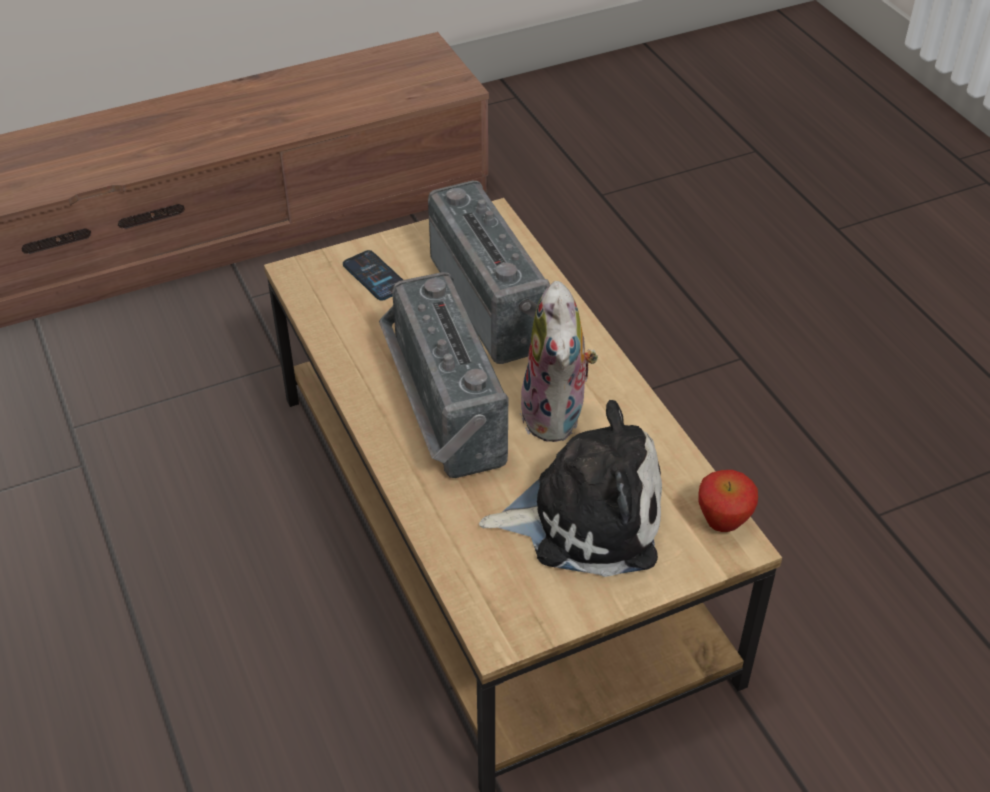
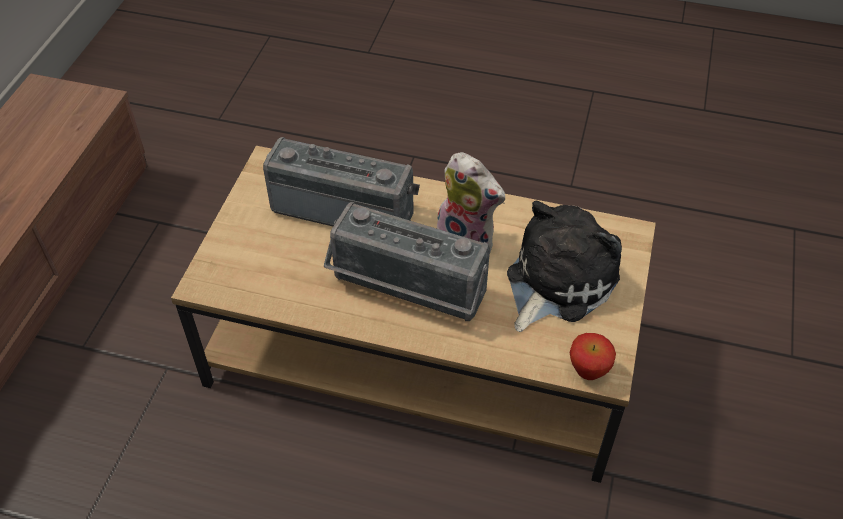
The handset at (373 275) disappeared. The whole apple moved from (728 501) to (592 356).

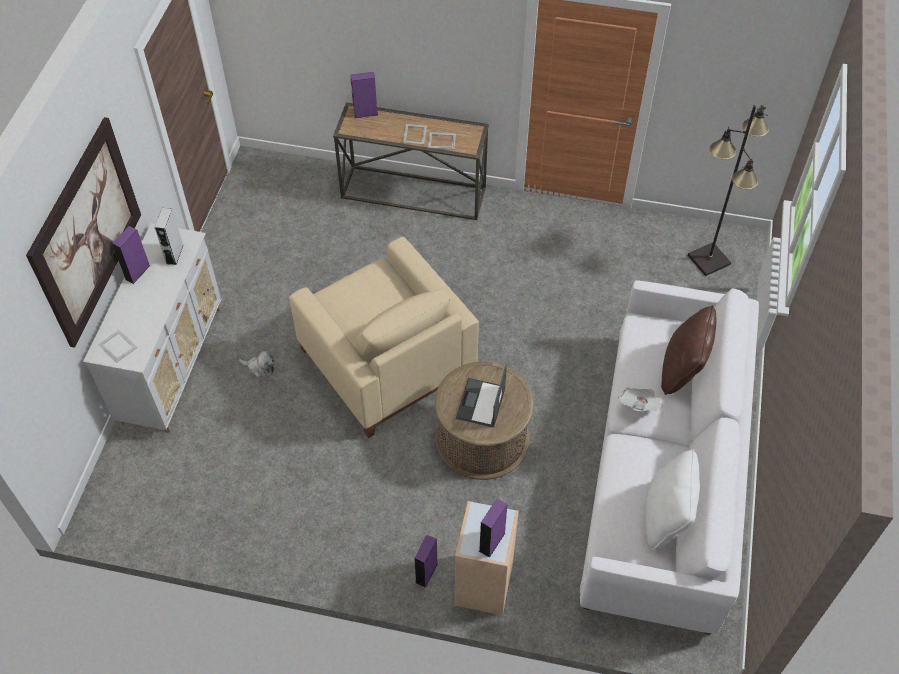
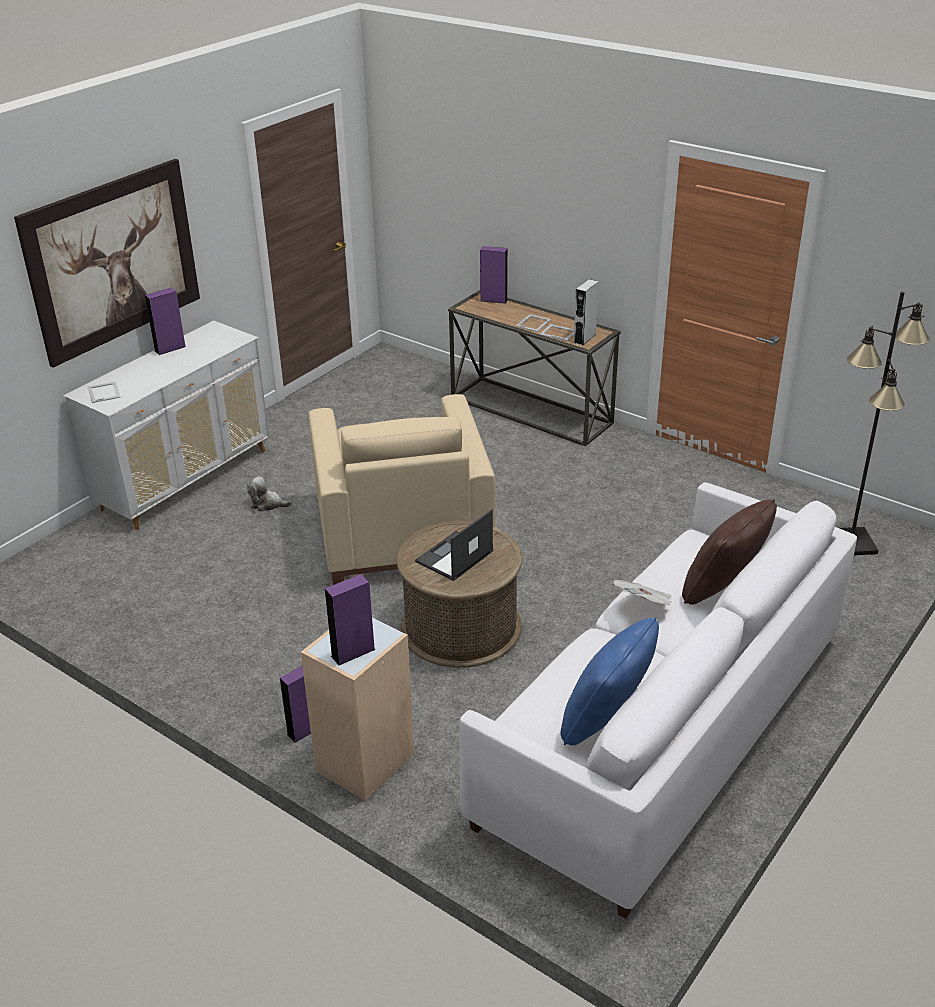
The grey speaker moved from (169 236) to (586 312). The plush toy at (257 364) turned 150 degrees clockwise. The whitish throw pillow at (672 499) became the blue-coloured throw pillow at (610 681).

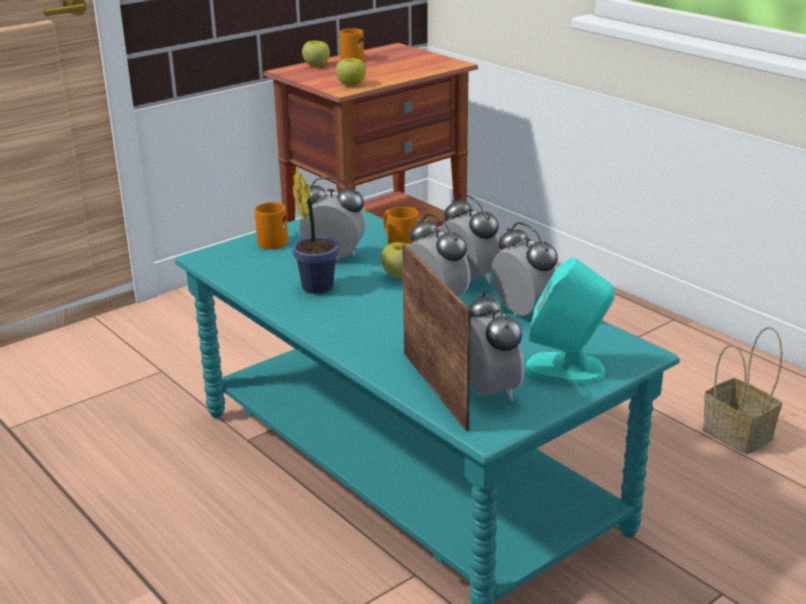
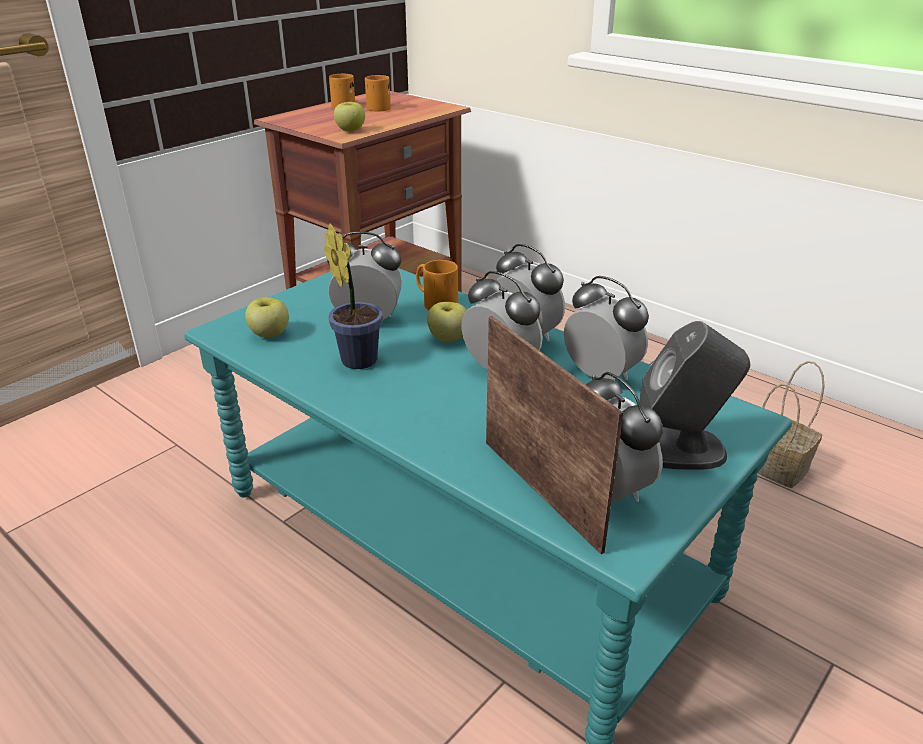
The whole apple moved from (316 54) to (267 317). The orange-coloured coffee mug moved from (271 225) to (378 93). The blue-green speaker at (570 321) became the grey speaker at (694 395).

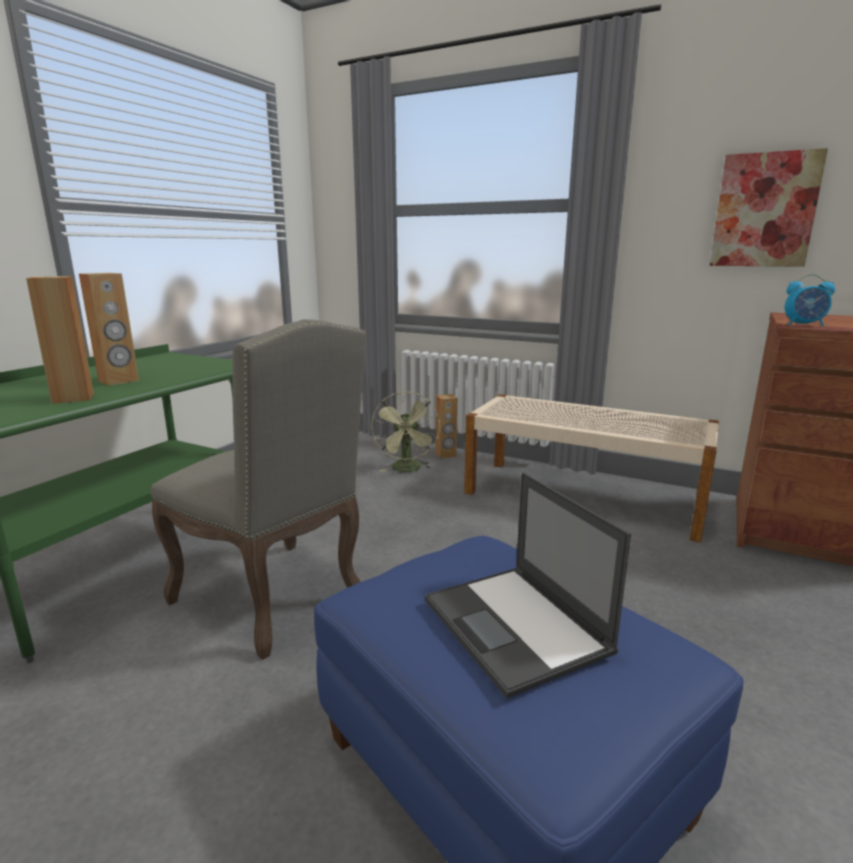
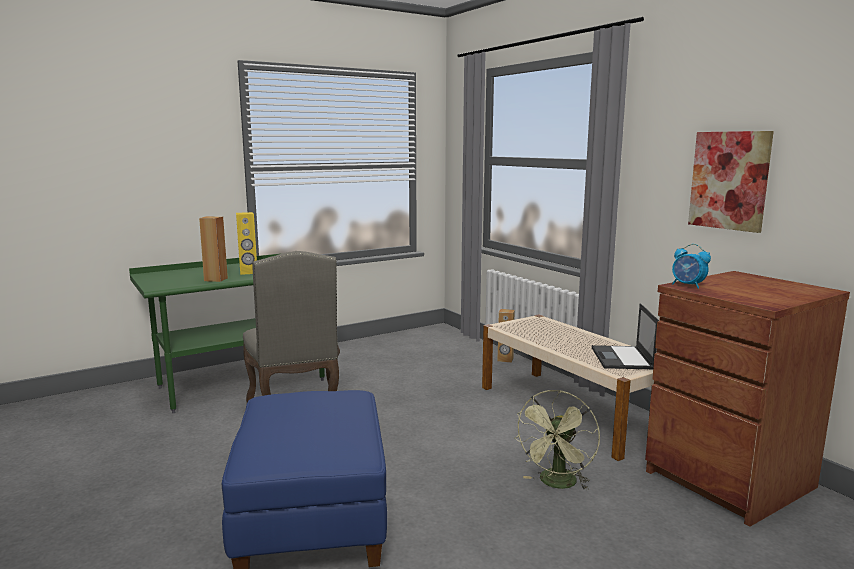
The brown-coloured speaker at (109 329) became the yellow-coloured speaker at (246 243). The green-coloured electric fan moved from (405 431) to (557 440). The laptop moved from (528 585) to (625 336).

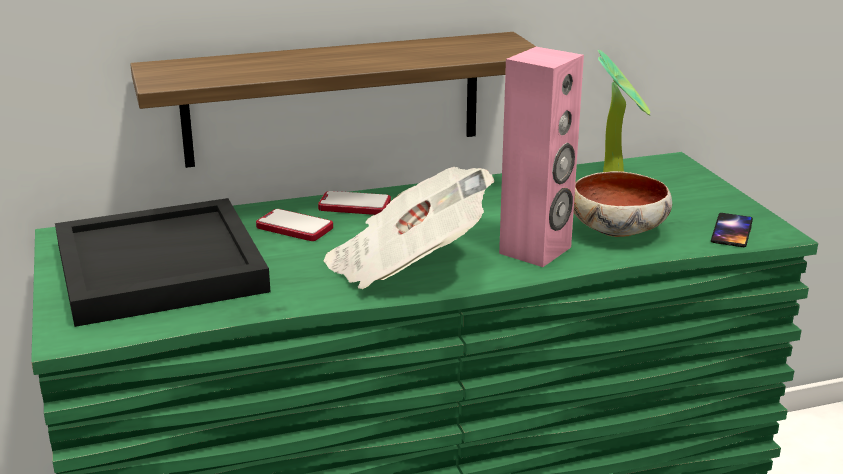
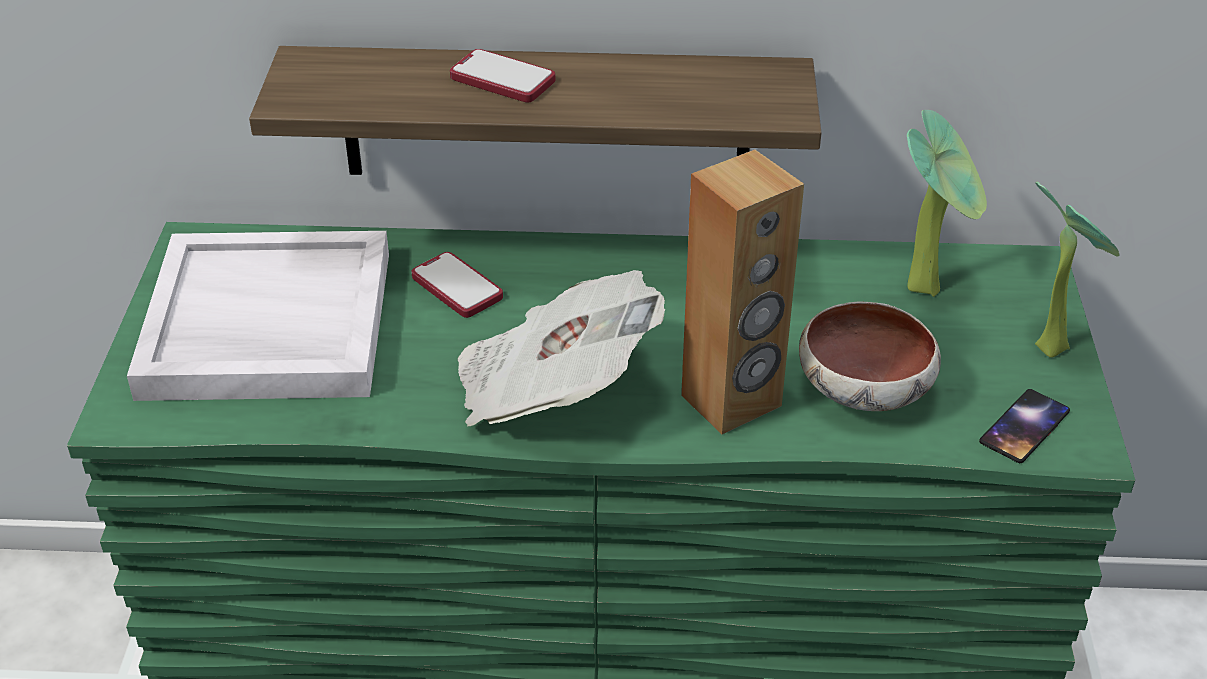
The pinkish speaker at (541 157) became the brown-coloured speaker at (742 291). The handset moved from (354 203) to (502 76). The black carrying tray at (162 262) became the whitish carrying tray at (258 316). The potted plant at (1077 269) appeared.

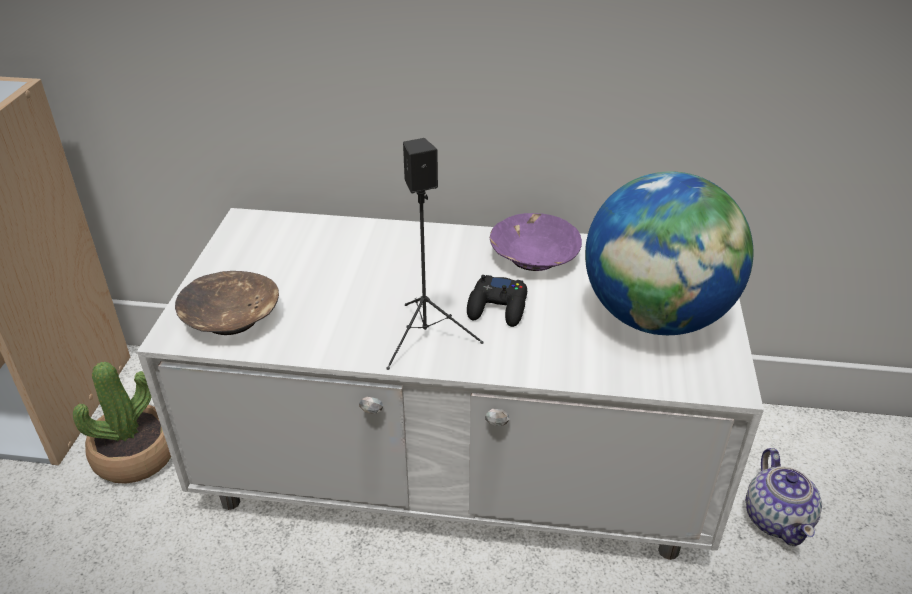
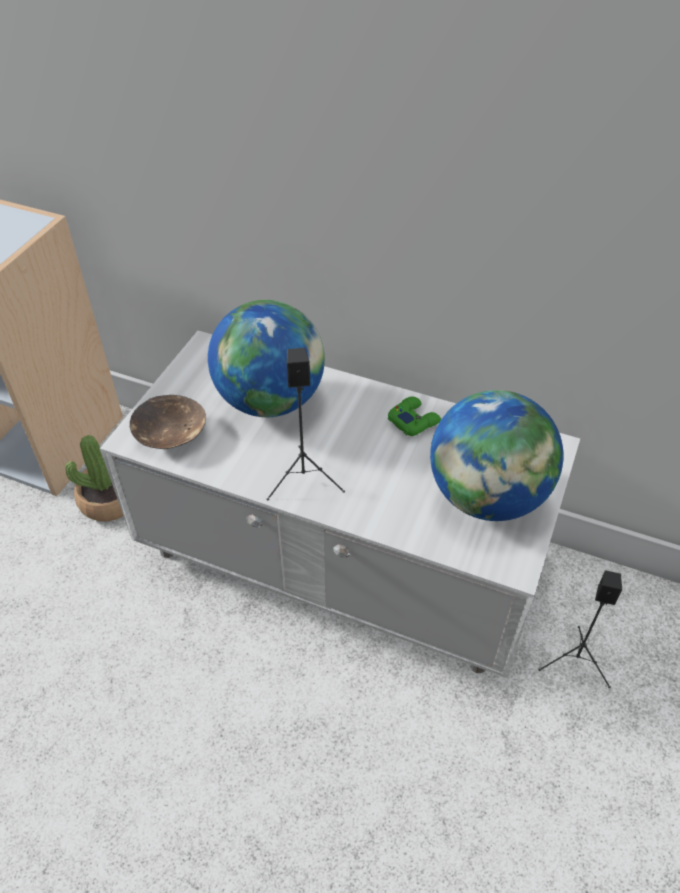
The purple deep dish at (536 242) was replaced by the green-coloured game controller at (414 416). The black game controller at (497 301) disappeared. The teapot at (784 497) was replaced by the black speaker at (580 629). The desk globe at (266 358) appeared.

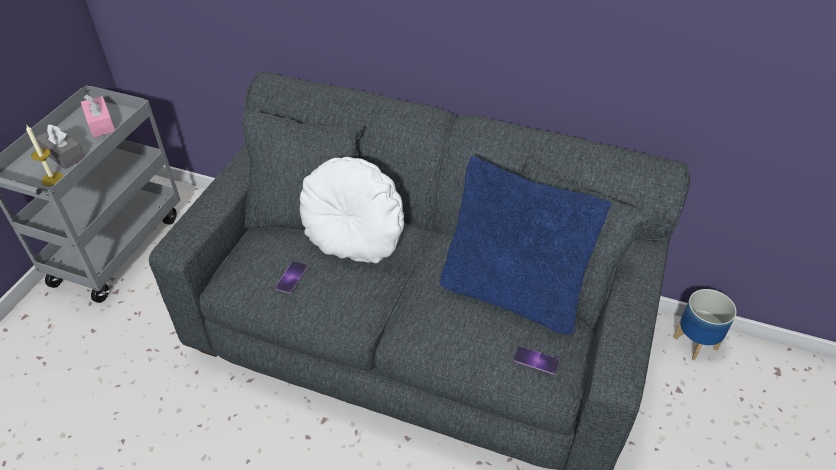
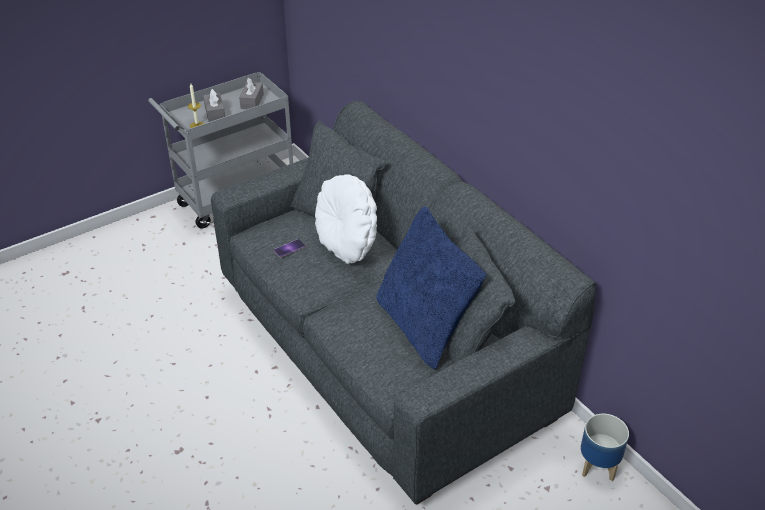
The pinkish tissue box at (98 116) became the grey tissue box at (251 93). The handset at (536 360) disappeared.

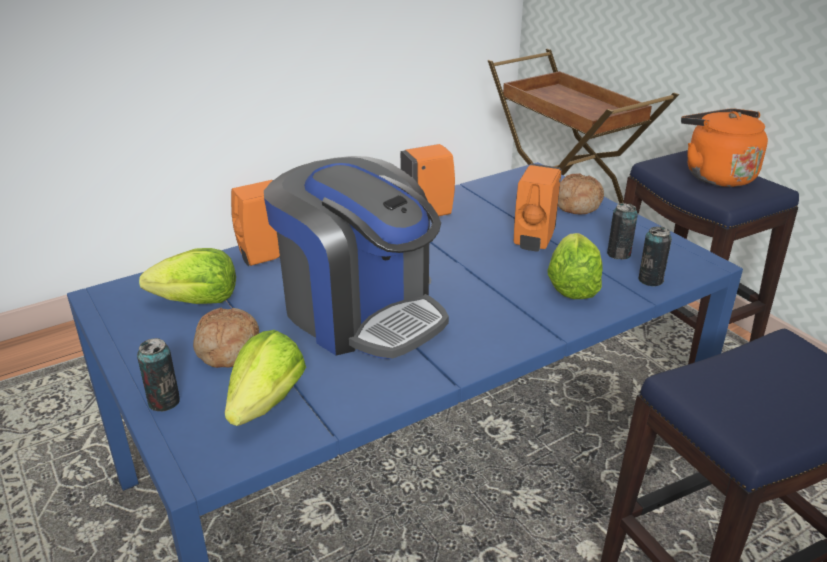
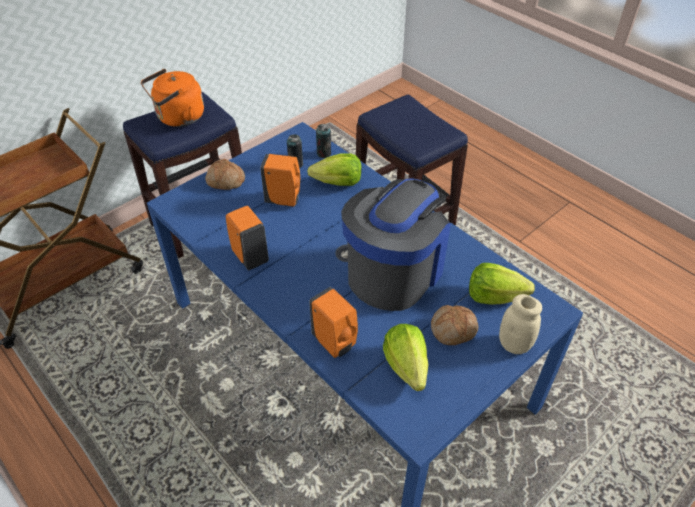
The sealed can at (158 374) was replaced by the beige-coloured storage jar at (520 324).

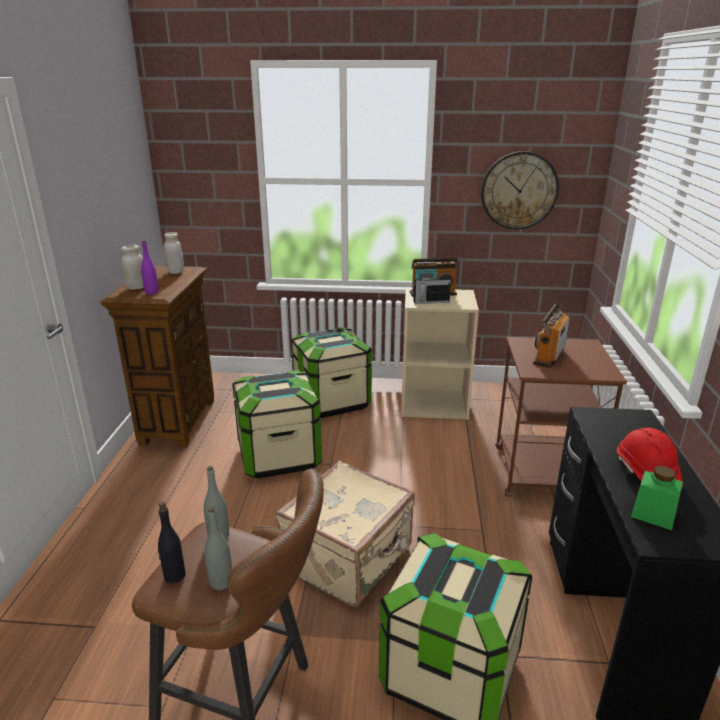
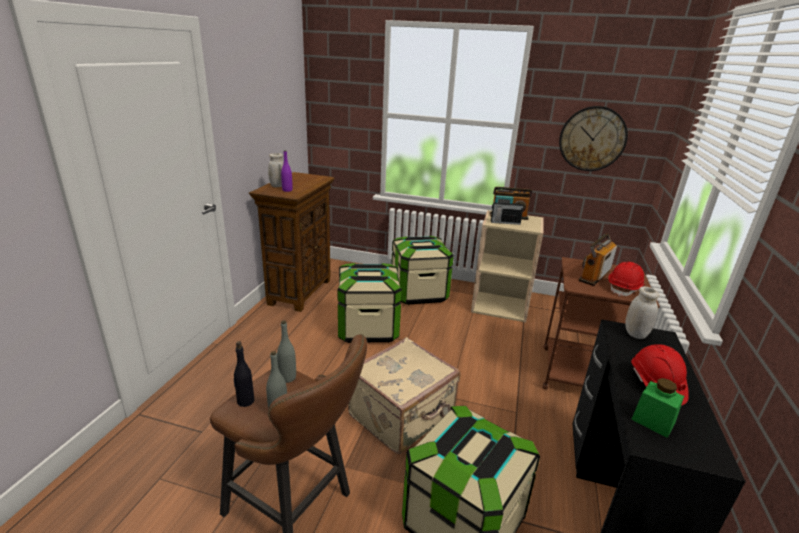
The whitish storage jar moved from (173 253) to (642 313). The reddish safety helmet at (626 279) appeared.

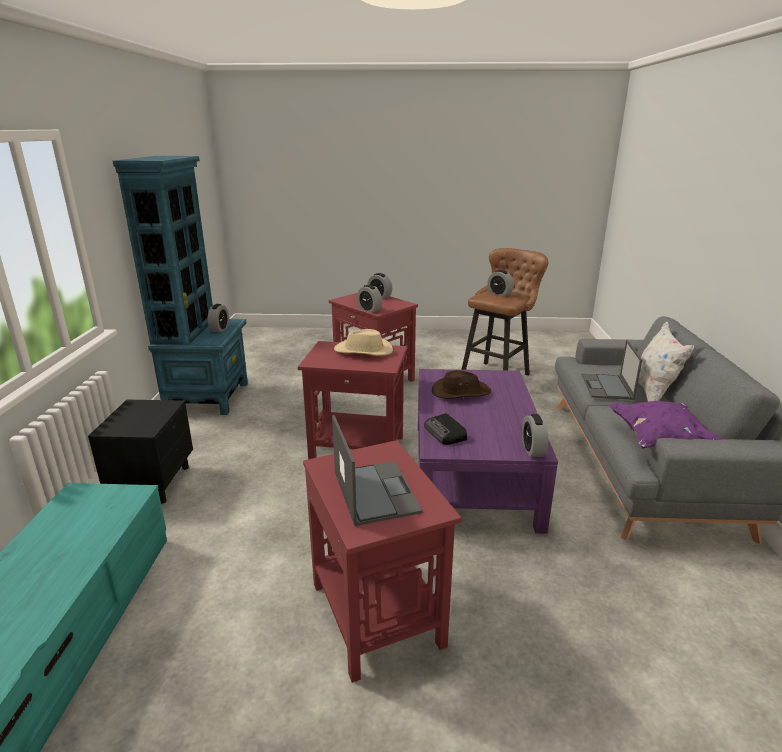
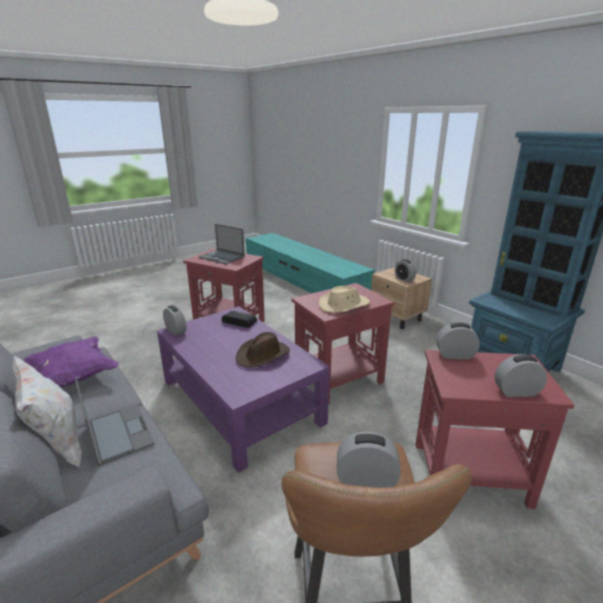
The alarm clock moved from (218 318) to (405 270). The black nightstand at (140 452) became the beige-coloured nightstand at (401 298).

